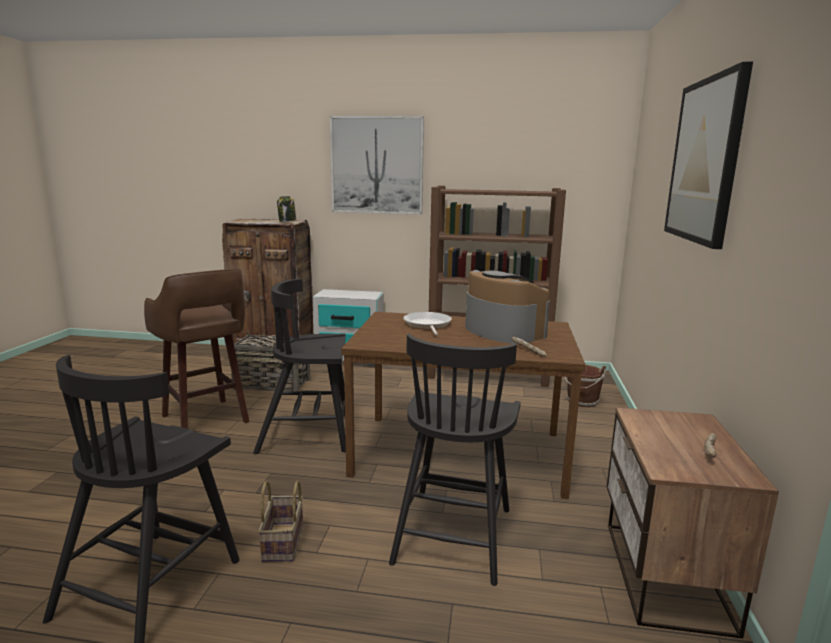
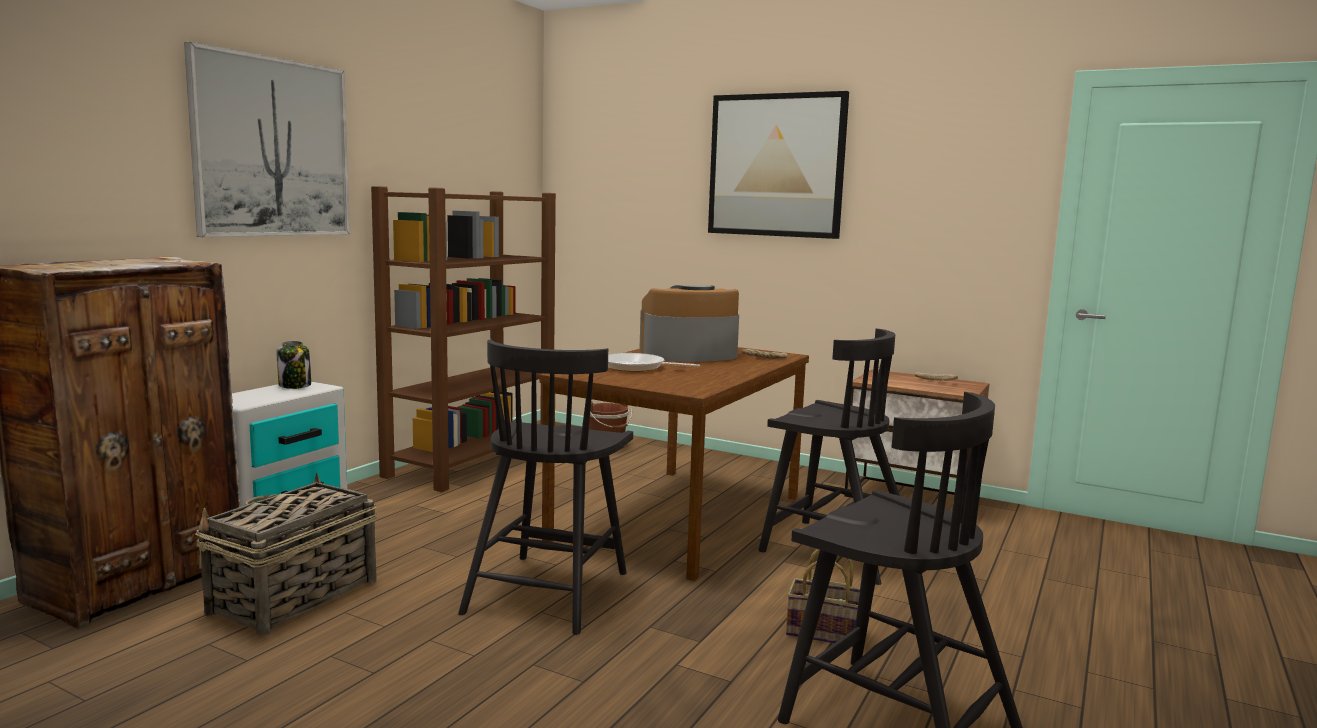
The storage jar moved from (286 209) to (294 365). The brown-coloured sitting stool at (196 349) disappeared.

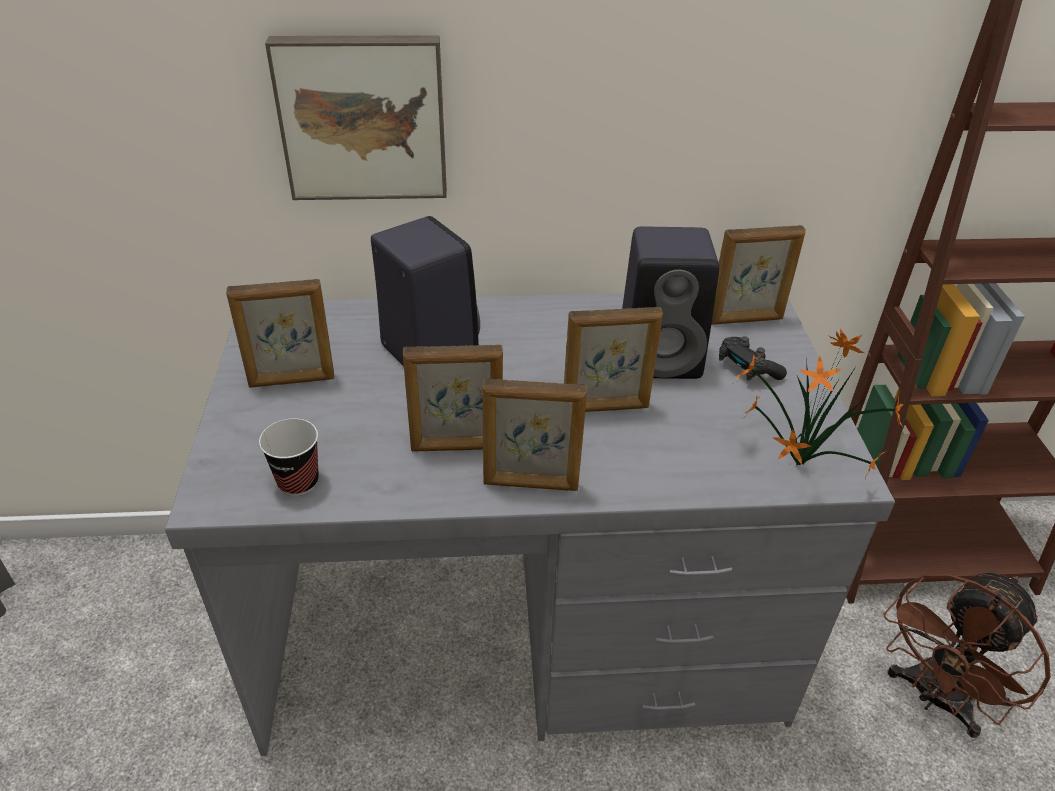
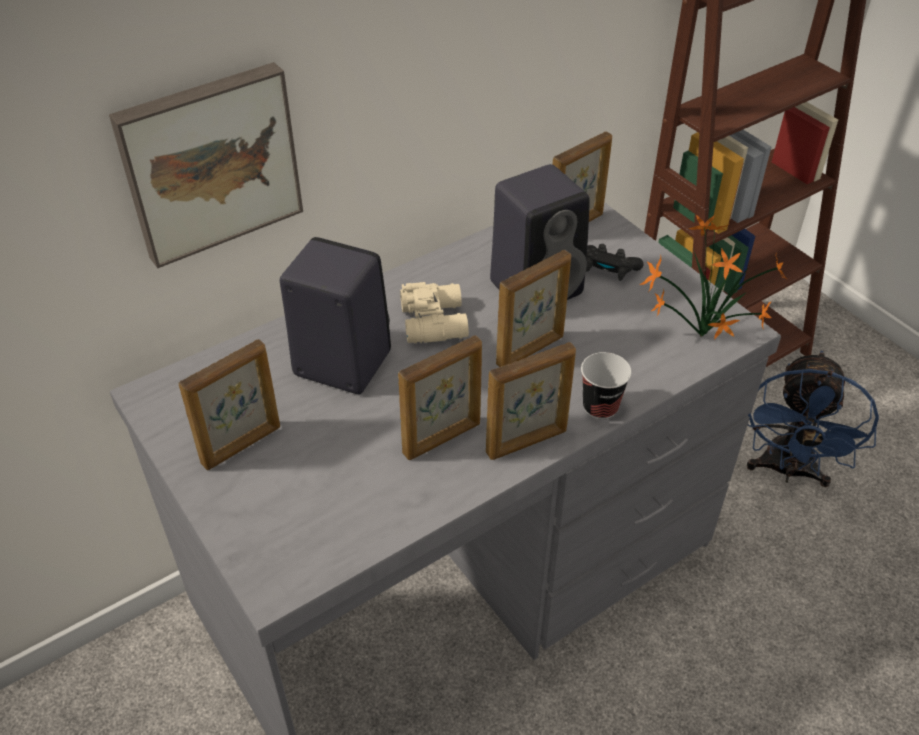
The small cup moved from (289 457) to (606 386). The brown-coloured electric fan at (967 655) became the blue-coloured electric fan at (813 419). The beige-coloured field glasses at (434 312) appeared.

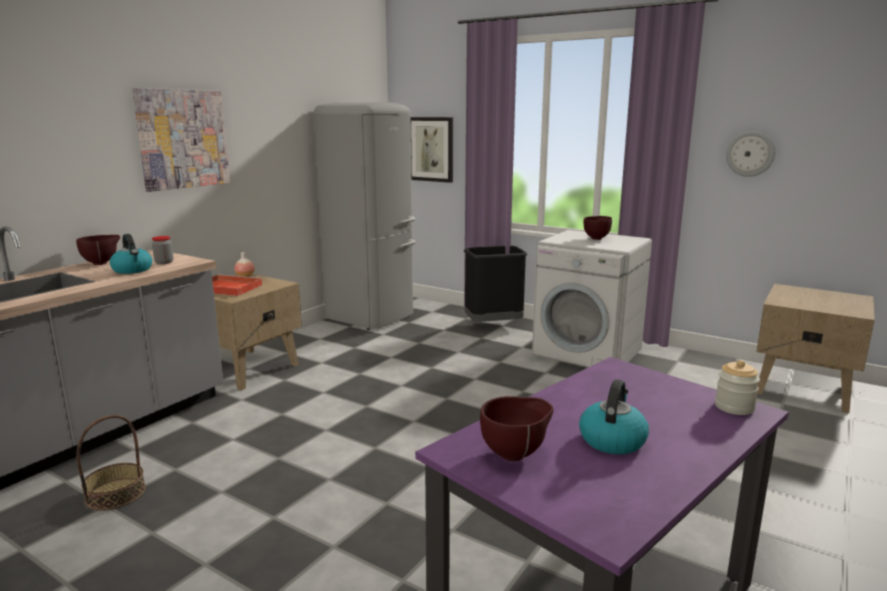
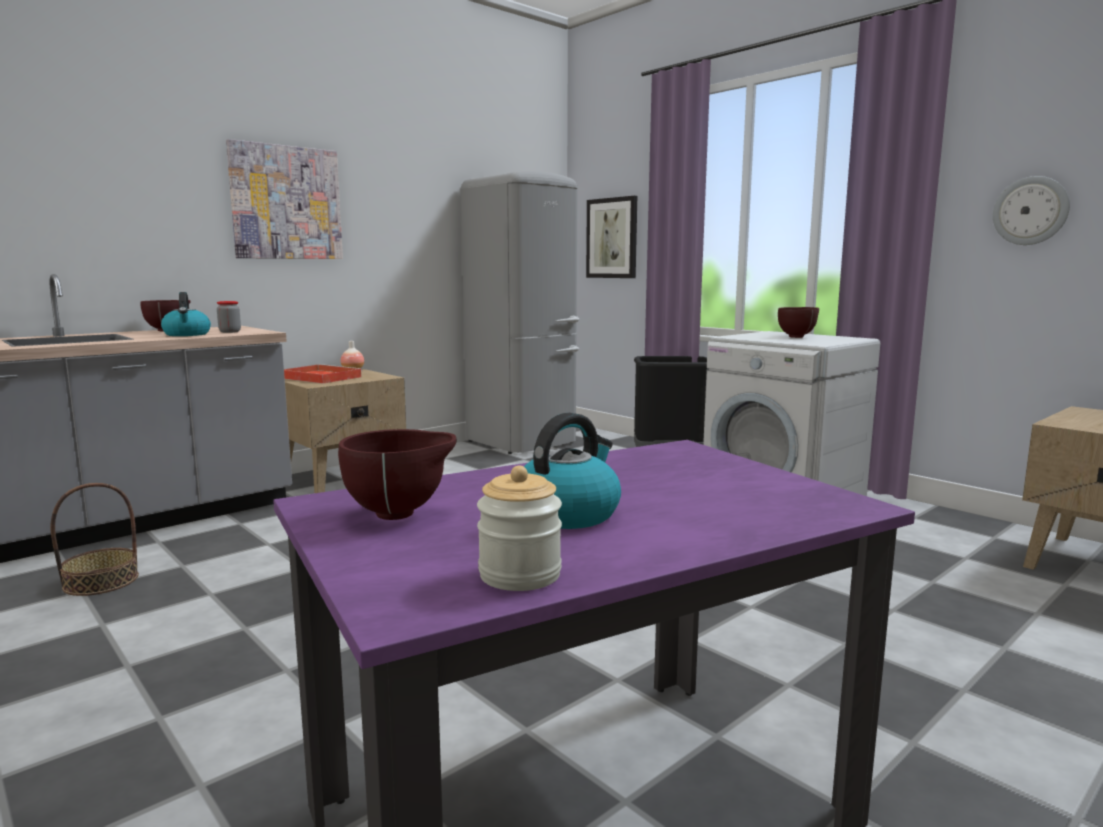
The storage jar moved from (737 387) to (519 528).

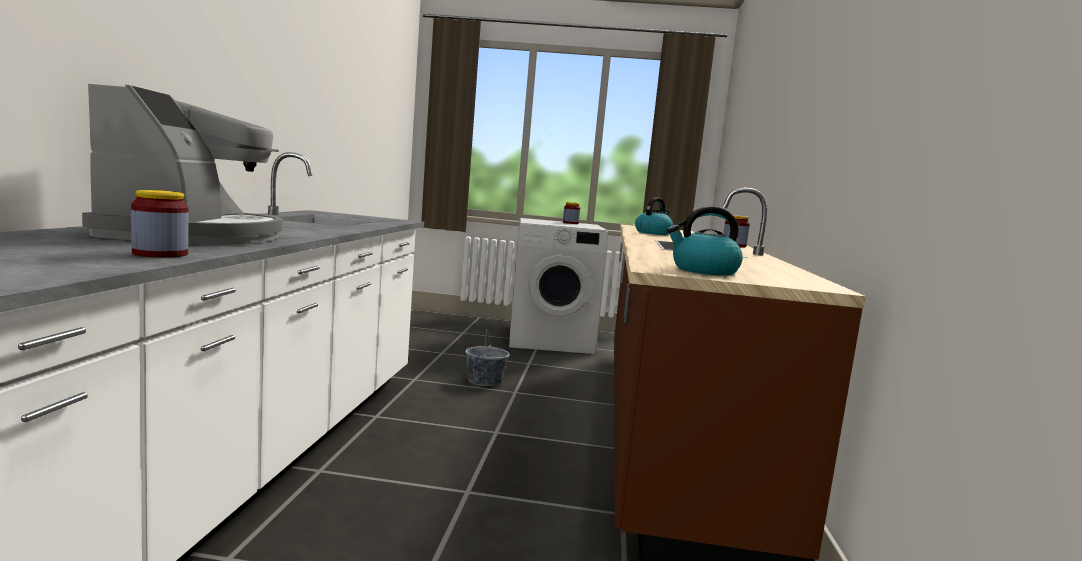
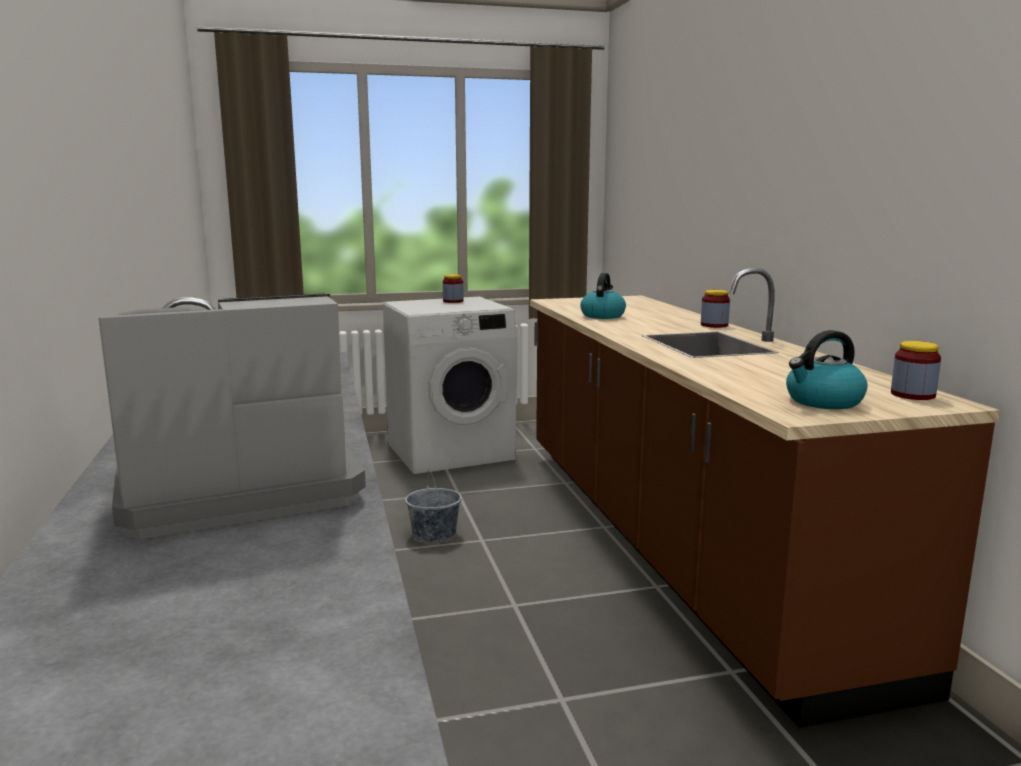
The coffee machine at (182 164) turned 90 degrees counterclockwise. The storage jar moved from (160 224) to (916 370).

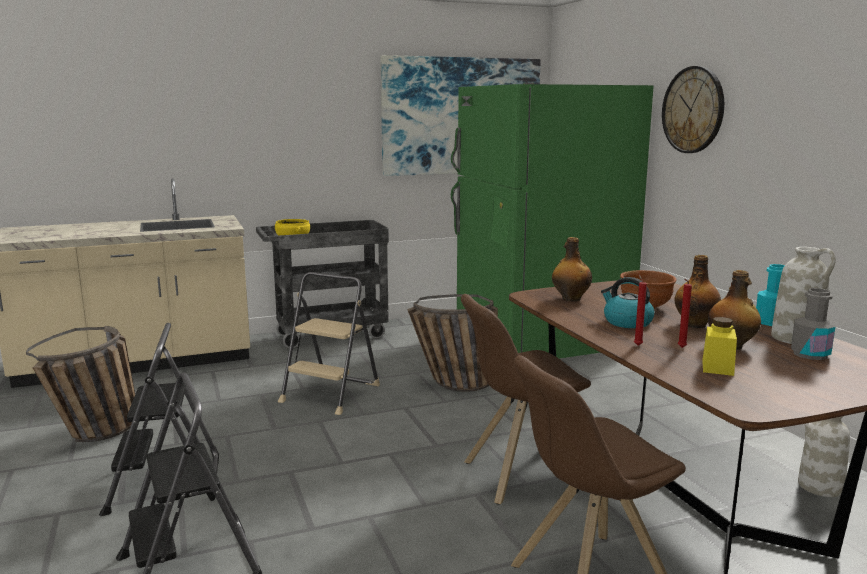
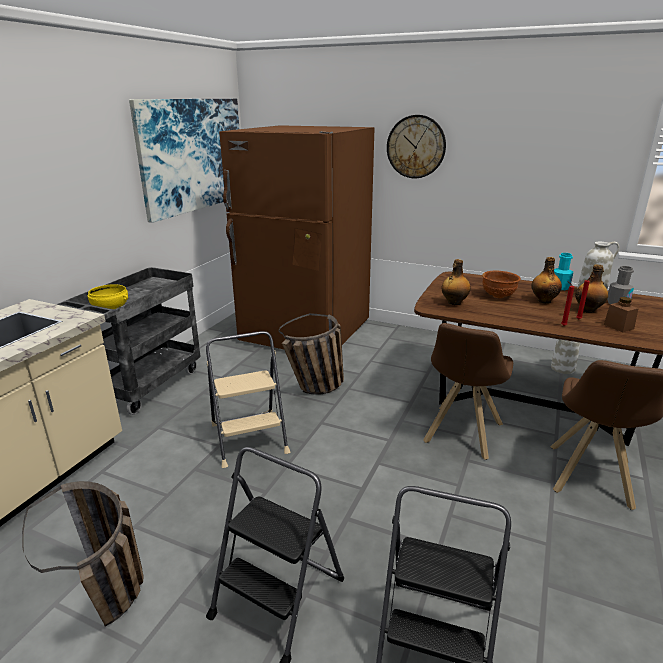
The green-coloured kitchen fridge at (552 220) became the brown-coloured kitchen fridge at (297 237). The kettle at (628 302) disappeared. The yellow-coloured storage jar at (719 346) became the brown-coloured storage jar at (621 314).

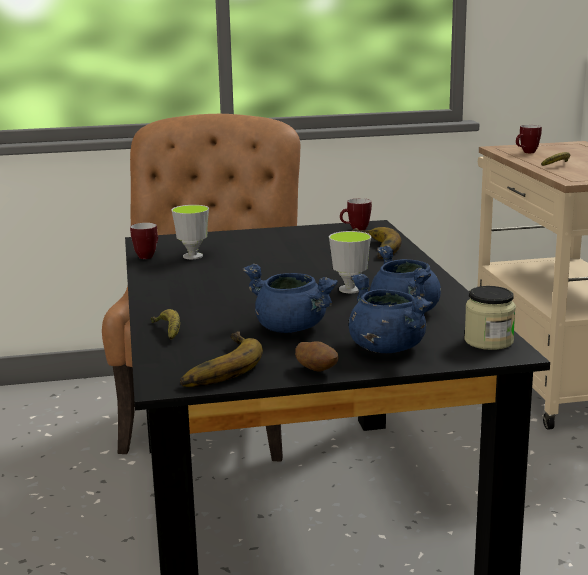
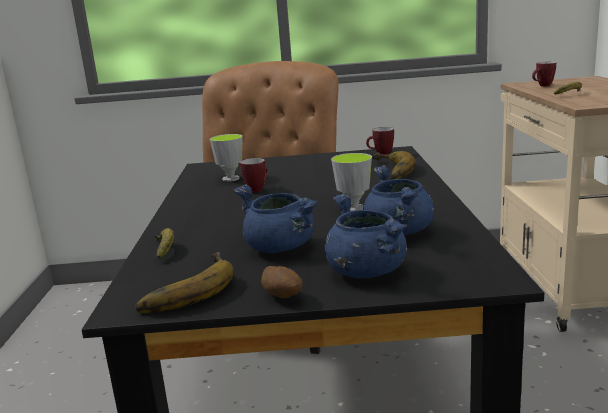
The coffee mug moved from (144 241) to (254 175). The storage jar at (490 318) disappeared.

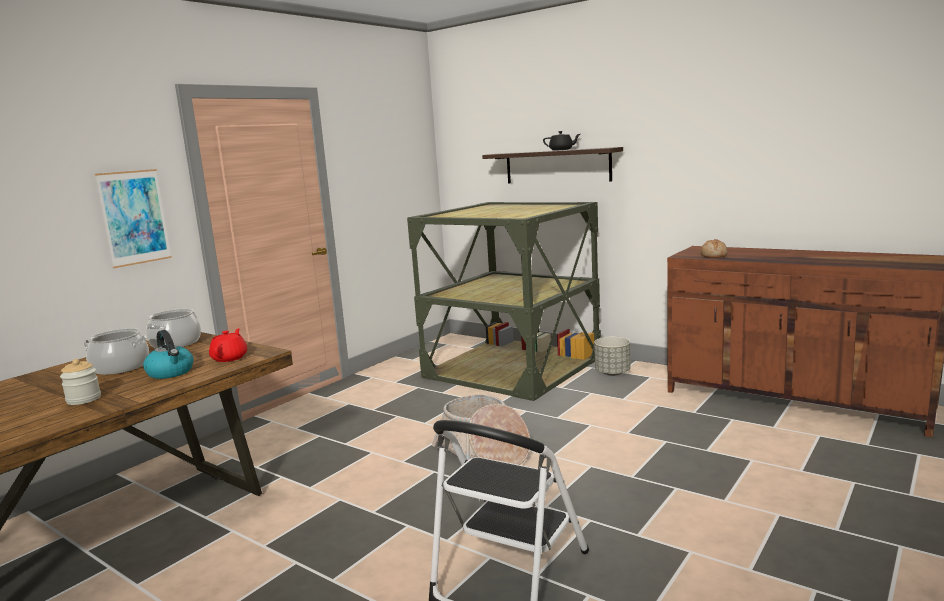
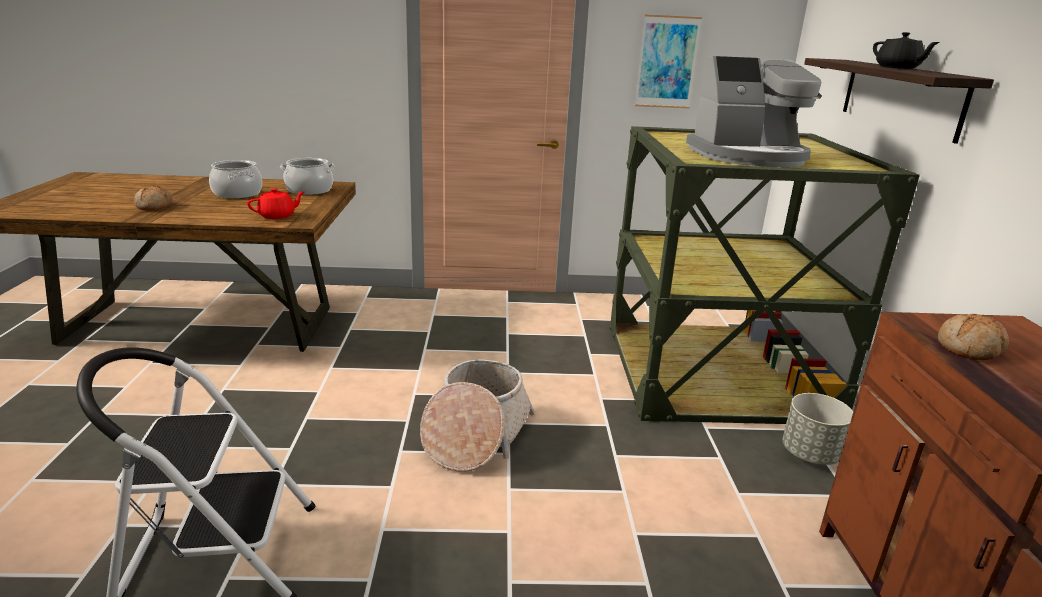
The wall picture moved from (133 218) to (668 61). The kettle at (168 354) disappeared. The storage jar at (80 382) was replaced by the bread at (153 198). The coffee machine at (754 111) appeared.

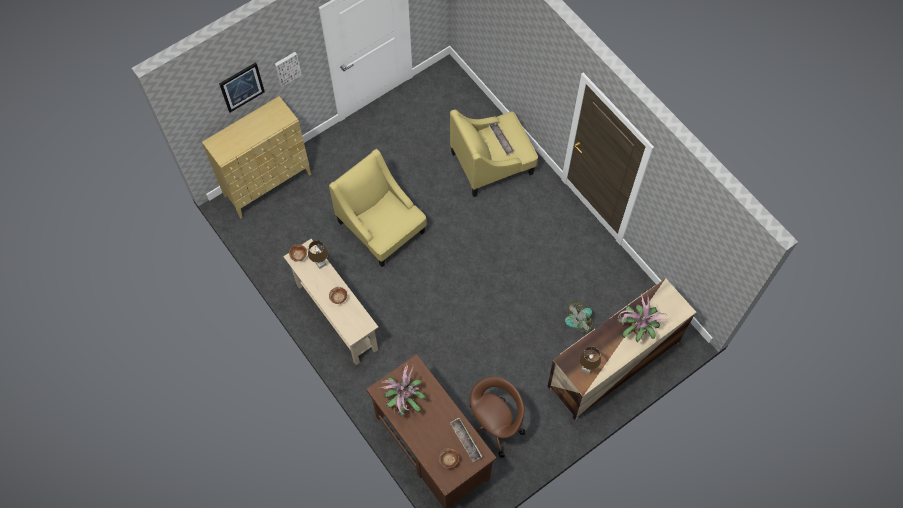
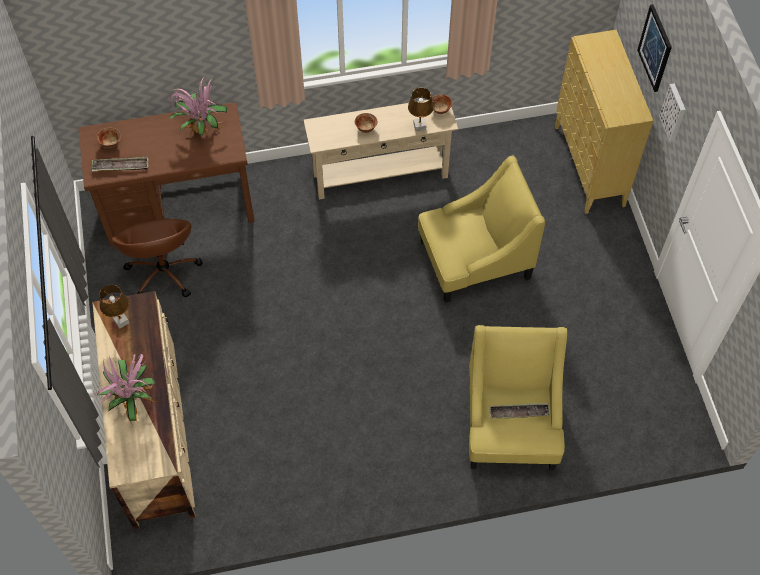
The electric fan at (580 317) disappeared.

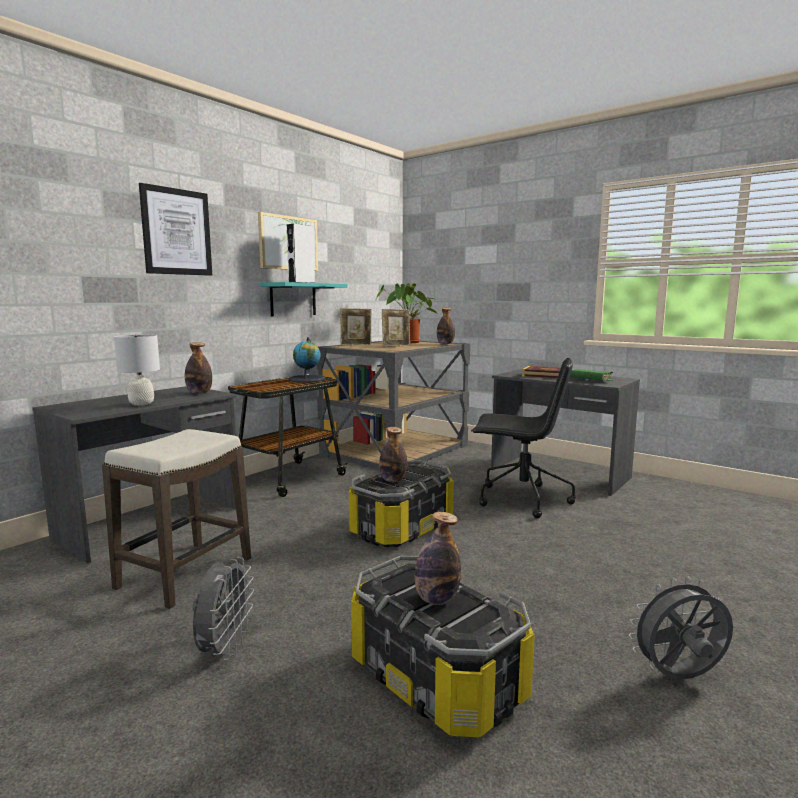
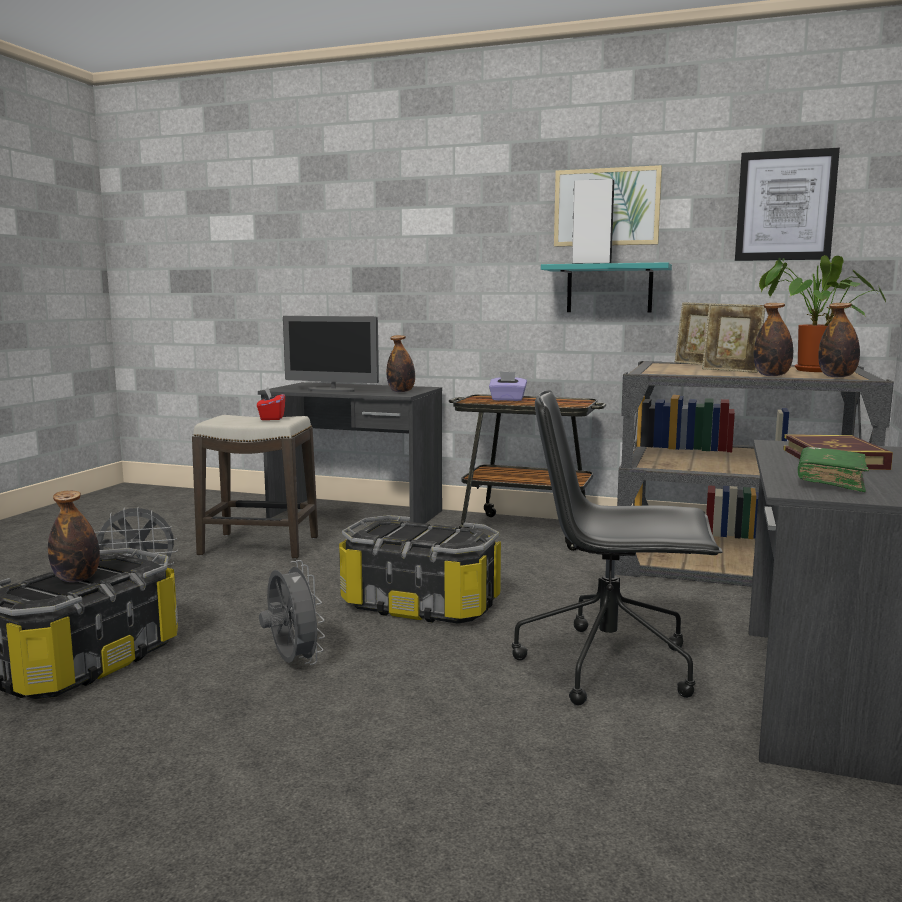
The wall picture moved from (175 229) to (787 204). The grey lamp for a table at (137 370) was replaced by the computer display at (331 354). The desk globe at (307 360) disappeared. The black computer chair at (523 438) turned 105 degrees clockwise. The beverage bottle moved from (393 454) to (773 339). The grey electric fan moved from (681 627) to (292 612). The purple tissue box at (508 386) appeared. The reddish tissue box at (271 404) appeared.

